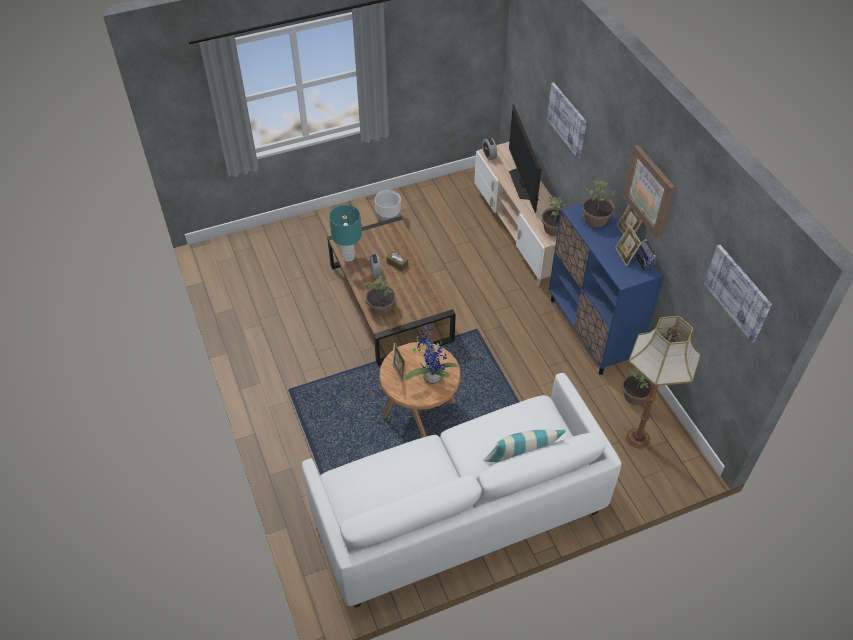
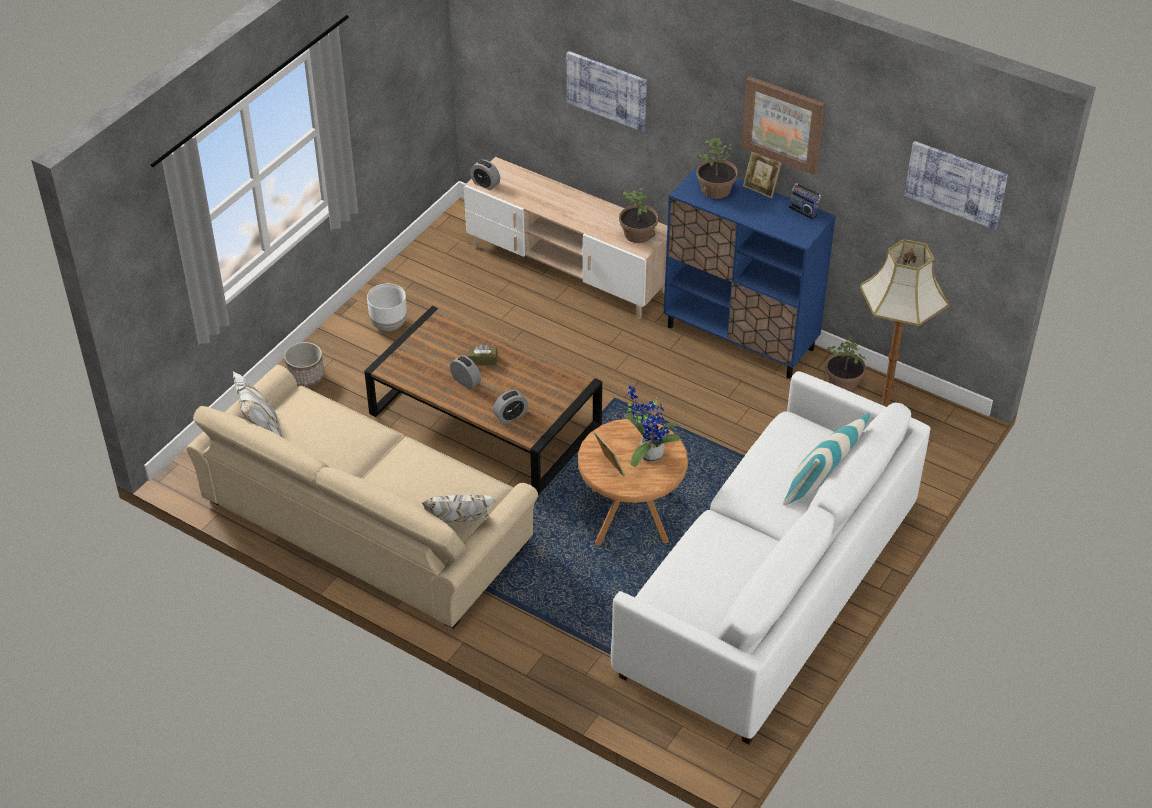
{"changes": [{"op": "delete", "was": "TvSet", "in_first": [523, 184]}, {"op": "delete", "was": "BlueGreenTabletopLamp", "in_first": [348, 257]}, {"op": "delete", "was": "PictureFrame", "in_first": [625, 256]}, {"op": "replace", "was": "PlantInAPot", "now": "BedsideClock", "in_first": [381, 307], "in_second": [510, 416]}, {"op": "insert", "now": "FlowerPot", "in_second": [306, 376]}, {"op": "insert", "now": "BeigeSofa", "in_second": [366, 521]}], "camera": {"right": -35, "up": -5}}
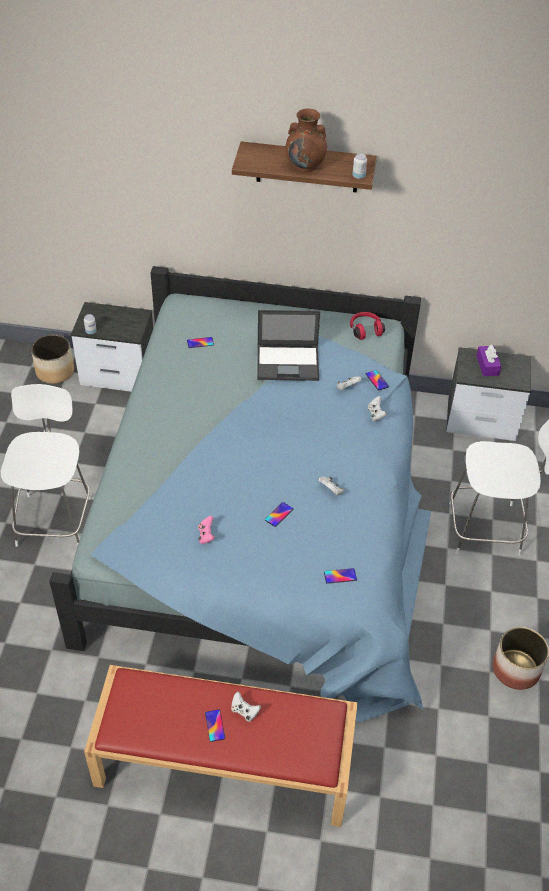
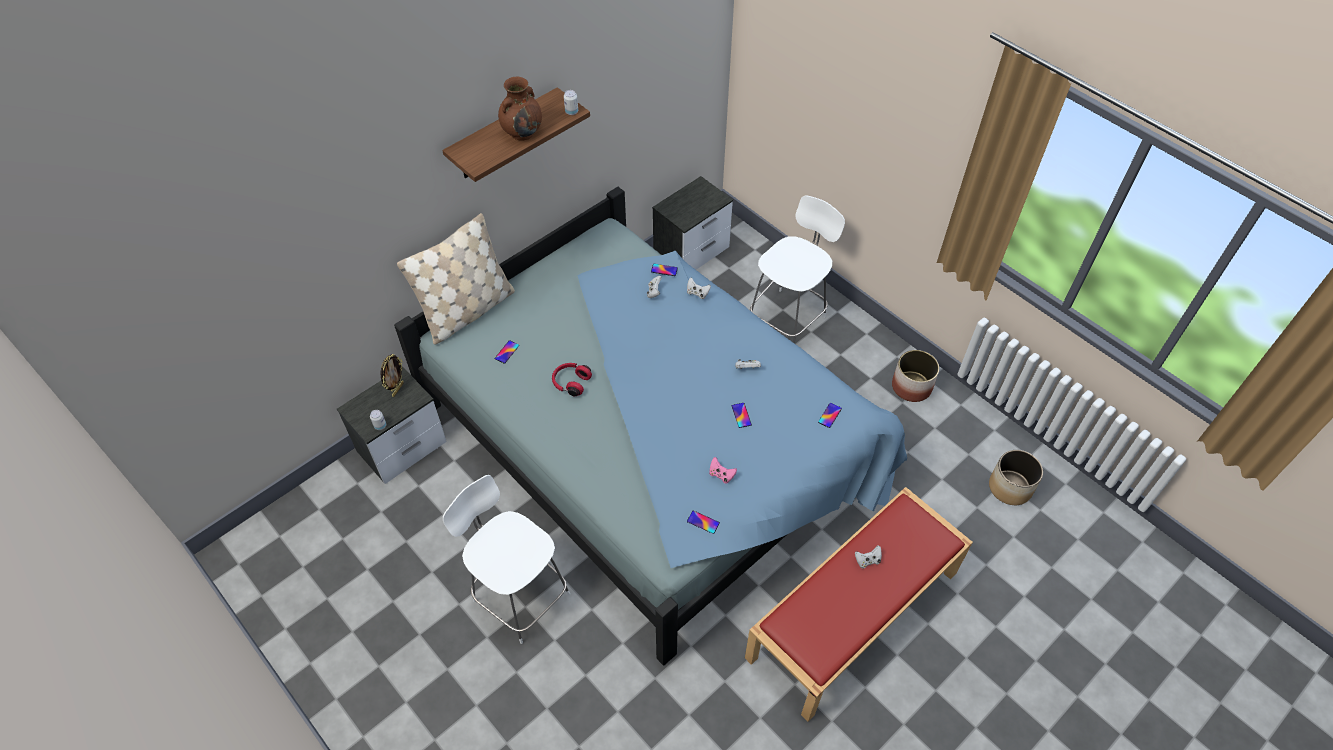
{"changes": [{"op": "delete", "was": "NotebookComputer", "in_first": [288, 363]}, {"op": "move", "was": "ReddishPairOfHeadphones", "in_first": [365, 330], "in_second": [571, 382]}, {"op": "move", "was": "FlowerPot", "in_first": [55, 372], "in_second": [1010, 487]}, {"op": "delete", "was": "PurpleColouredTissueHolder", "in_first": [487, 365]}, {"op": "move", "was": "Handset", "in_first": [215, 725], "in_second": [703, 522]}, {"op": "insert", "now": "BeigePillow", "in_second": [467, 311]}, {"op": "insert", "now": "PictureFrame", "in_second": [397, 389]}], "camera": {"right": -50, "up": 5}}
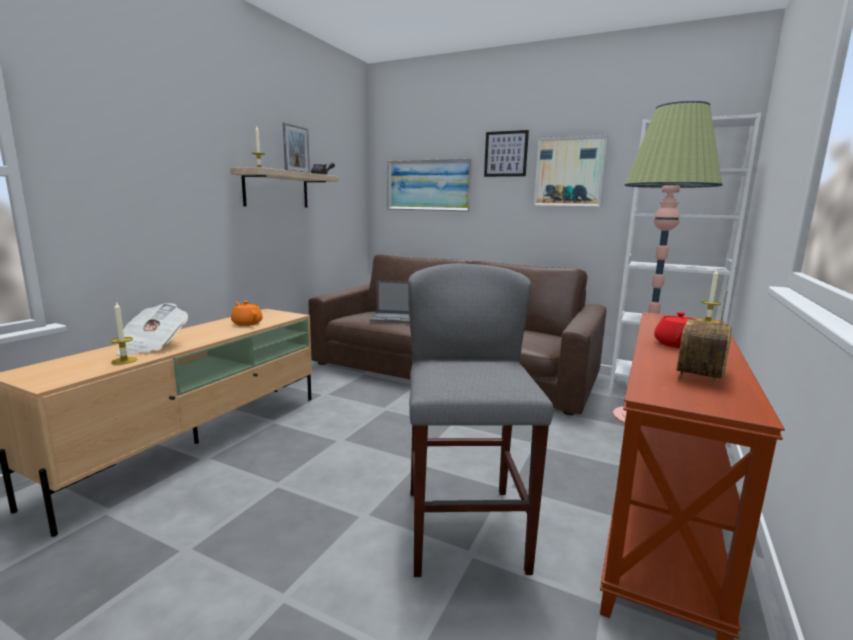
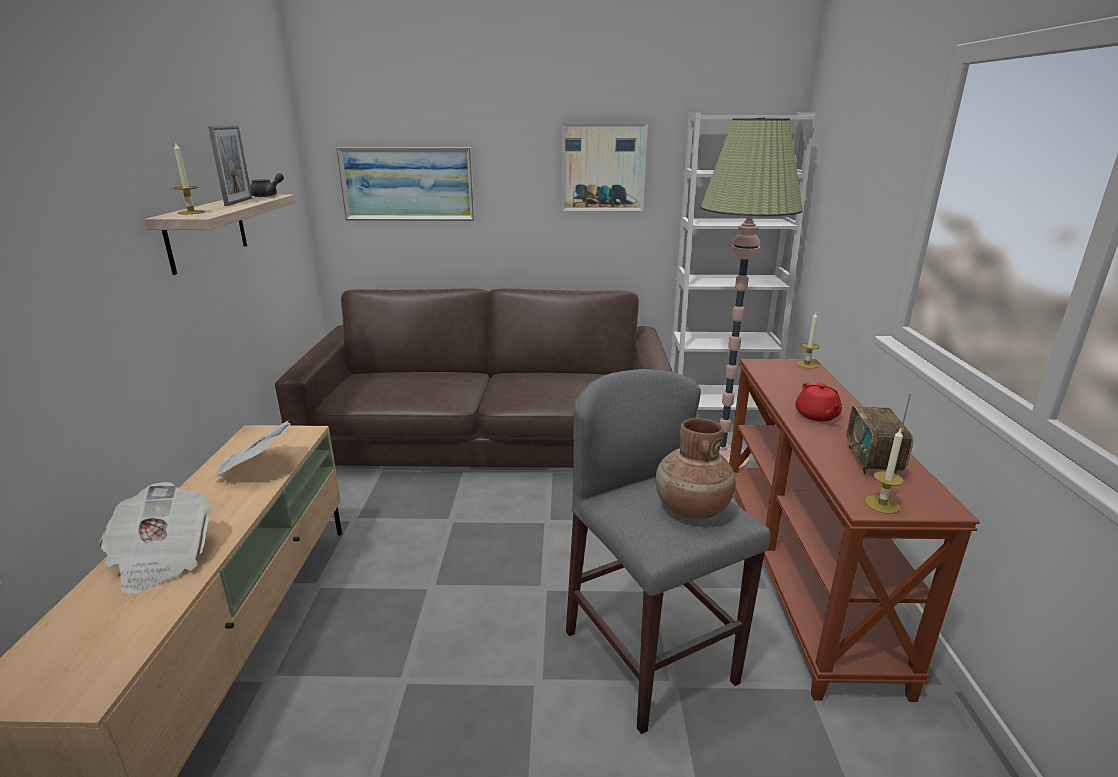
{"changes": [{"op": "delete", "was": "Picture", "in_first": [506, 154]}, {"op": "delete", "was": "NotebookComputer", "in_first": [396, 318]}, {"op": "move", "was": "Candle", "in_first": [124, 360], "in_second": [882, 504]}, {"op": "replace", "was": "OrangeyTeapot", "now": "Newspaper", "in_first": [247, 323], "in_second": [255, 467]}, {"op": "insert", "now": "BrownishDecorativeVase", "in_second": [691, 509]}], "camera": {"right": -25, "up": 10}}
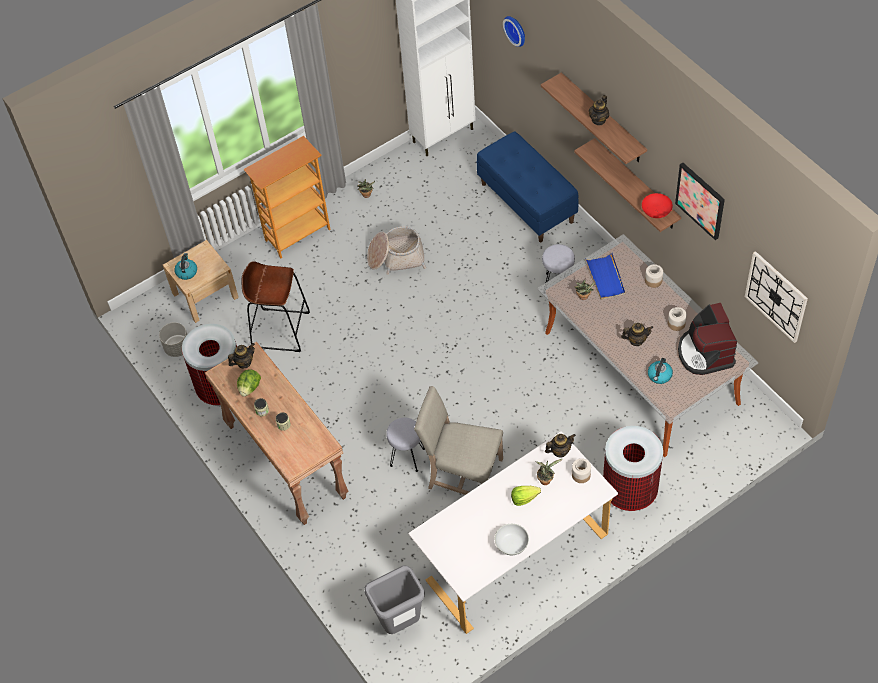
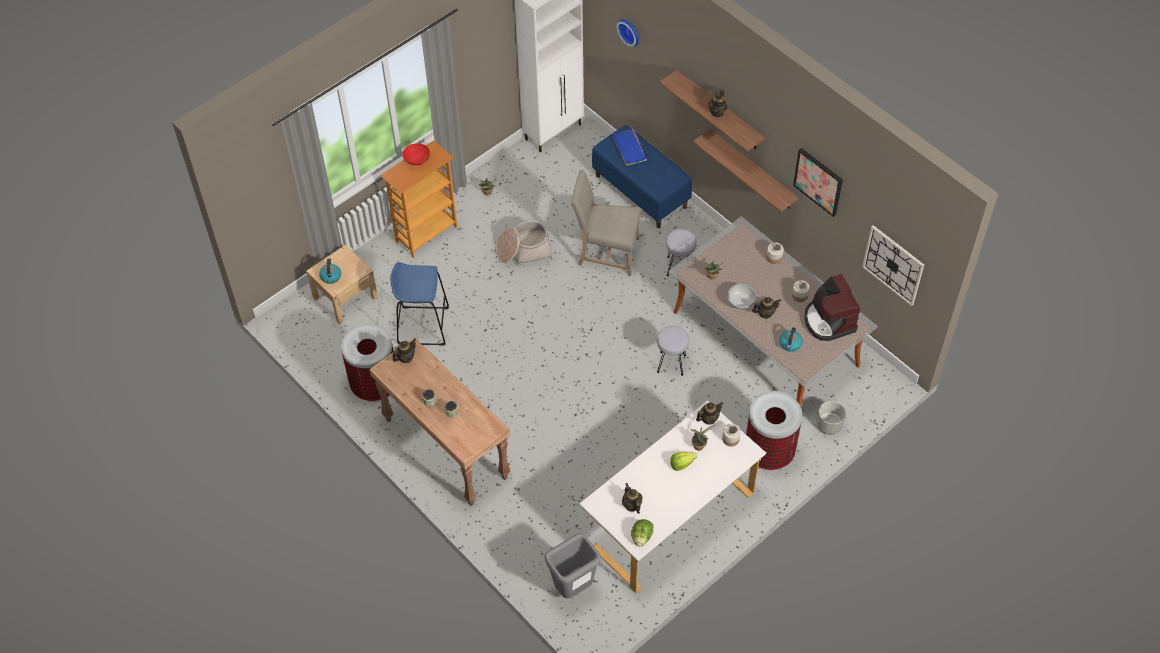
{"changes": [{"op": "move", "was": "ReddishDeepDish", "in_first": [656, 212], "in_second": [416, 160]}, {"op": "move", "was": "BlueCarryingTray", "in_first": [605, 278], "in_second": [629, 148]}, {"op": "recolor", "was": "BrownishSittingStool", "now": "BlueSittingStool", "in_first": [281, 329], "in_second": [423, 325]}, {"op": "move", "was": "GreyFlowerPot", "in_first": [177, 347], "in_second": [829, 425]}, {"op": "move", "was": "Lettuce", "in_first": [249, 388], "in_second": [641, 537]}, {"op": "move", "was": "BeigeUprightChair", "in_first": [462, 475], "in_second": [606, 252]}, {"op": "move", "was": "GreySittingStool", "in_first": [407, 457], "in_second": [670, 363]}, {"op": "move", "was": "WhiteColouredDeepDish", "in_first": [511, 545], "in_second": [740, 303]}, {"op": "insert", "now": "Teapot", "in_second": [631, 505]}], "camera": {"right": -10, "up": 0}}
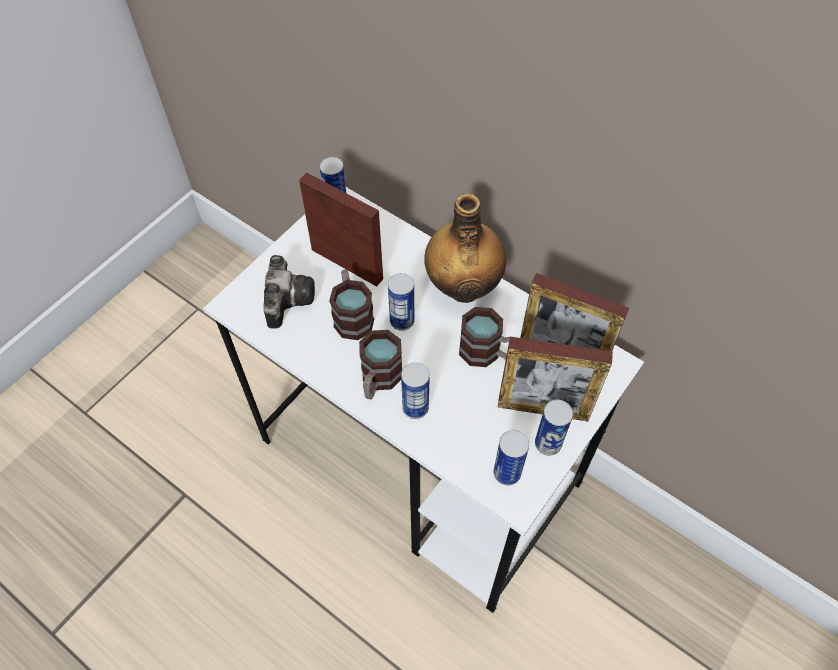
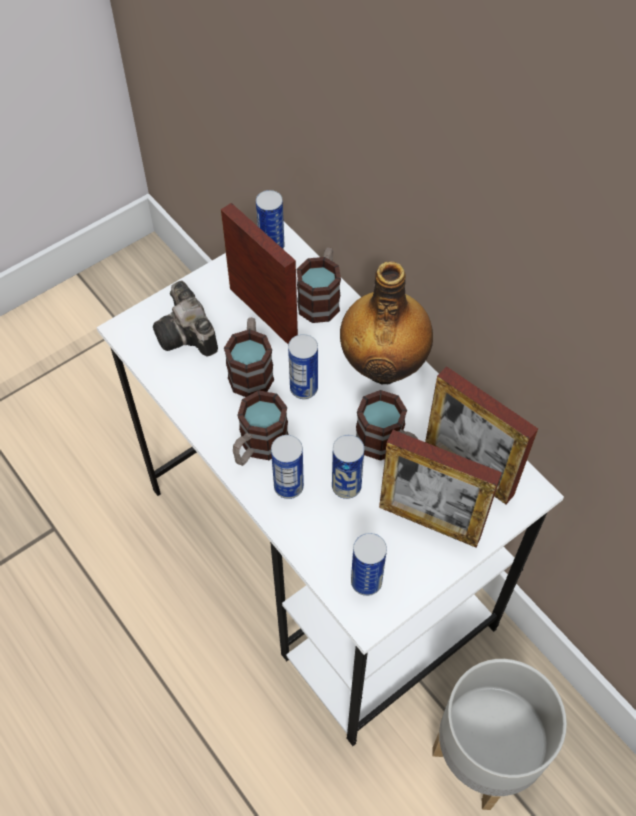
{"changes": [{"op": "rotate", "was": "PhotoCamera", "in_first": [287, 298], "in_second": [188, 336], "clockwise": 135}, {"op": "move", "was": "Can", "in_first": [548, 443], "in_second": [346, 486]}, {"op": "insert", "now": "CoffeeMug", "in_second": [321, 298]}, {"op": "insert", "now": "GreyFlowerPot", "in_second": [485, 755]}], "camera": {"right": 15, "up": 0}}
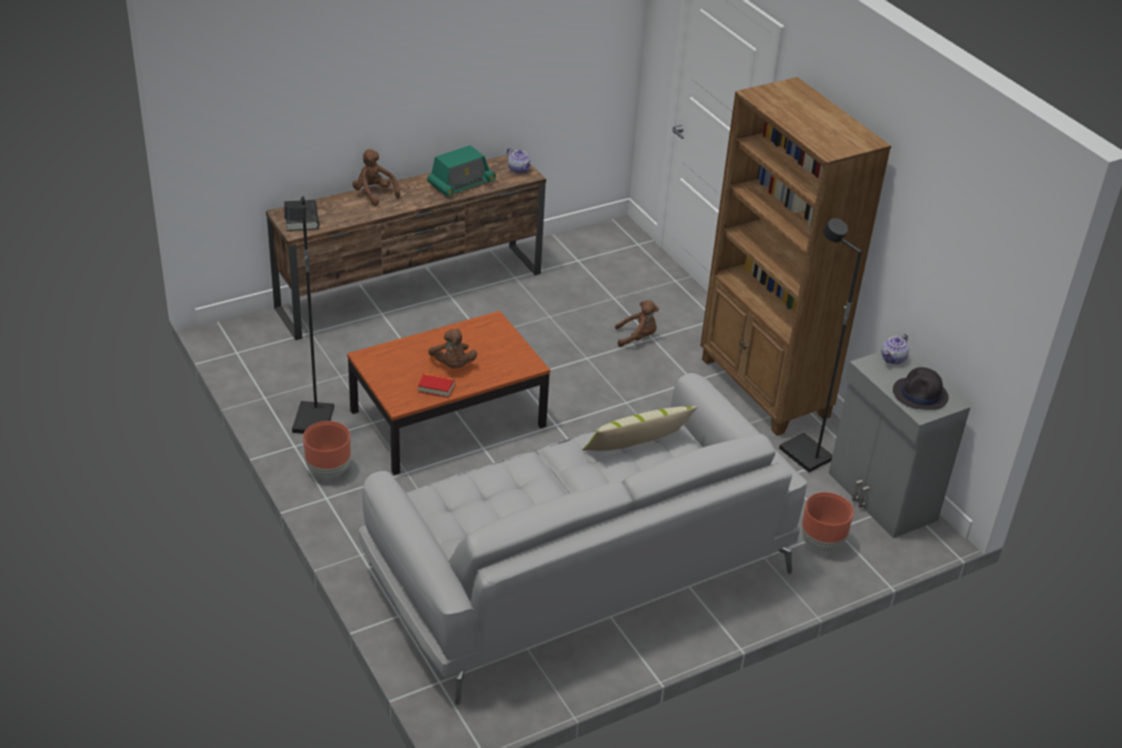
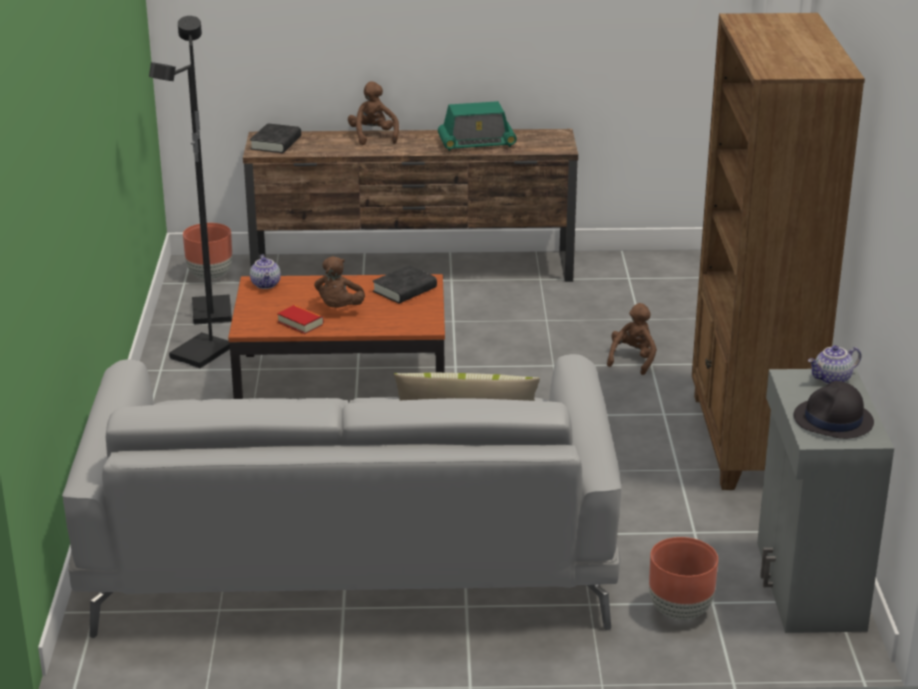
{"changes": [{"op": "move", "was": "Teapot", "in_first": [519, 169], "in_second": [266, 284]}, {"op": "move", "was": "BlackColouredFloorLamp", "in_first": [804, 455], "in_second": [210, 312]}, {"op": "rotate", "was": "BrownishSoftToy", "in_first": [637, 337], "in_second": [633, 360], "clockwise": -90}, {"op": "move", "was": "BrownishFlowerPot", "in_first": [328, 470], "in_second": [210, 275]}, {"op": "insert", "now": "BlackColouredBoundBook", "in_second": [404, 290]}], "camera": {"right": 30, "up": -10}}
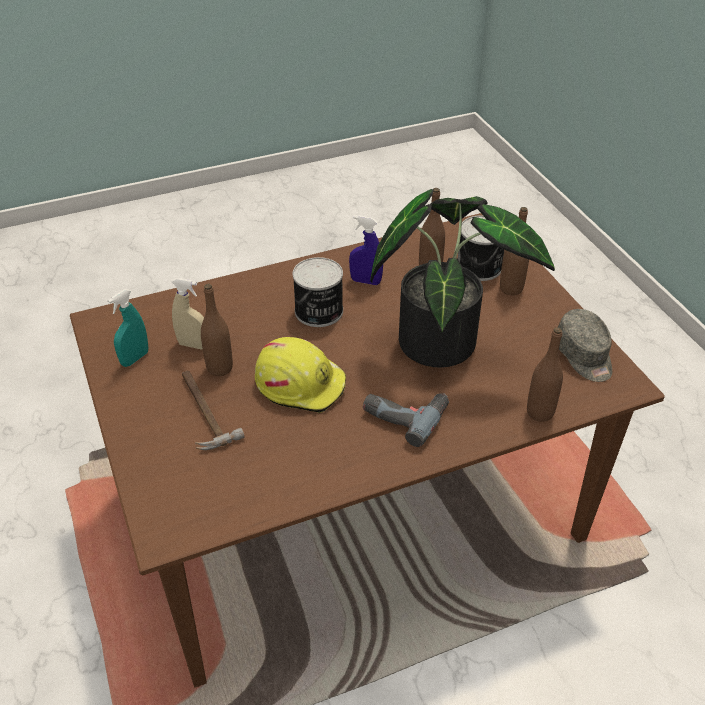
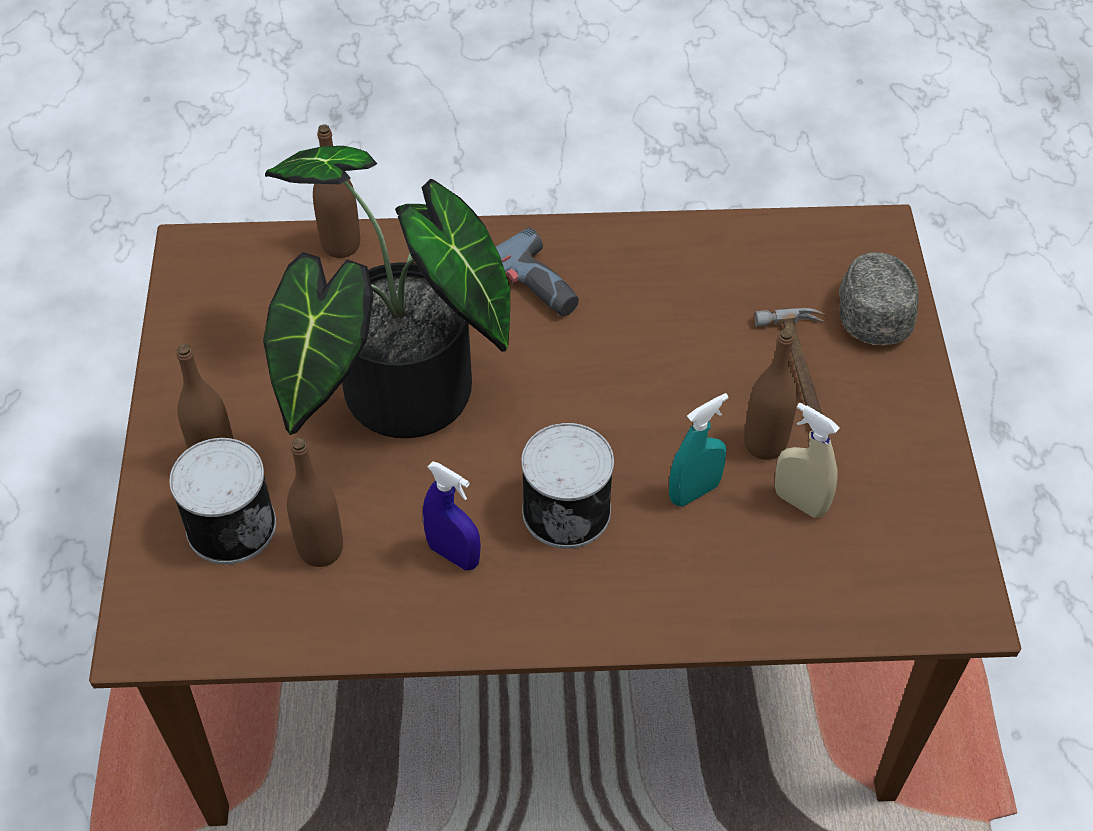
{"changes": [{"op": "move", "was": "BlueGreenSprayer", "in_first": [135, 358], "in_second": [694, 492]}, {"op": "move", "was": "GreyPeakedCap", "in_first": [584, 356], "in_second": [872, 307]}, {"op": "delete", "was": "YellowWorkHelmet", "in_first": [300, 383]}], "camera": {"right": -160, "up": 10}}
